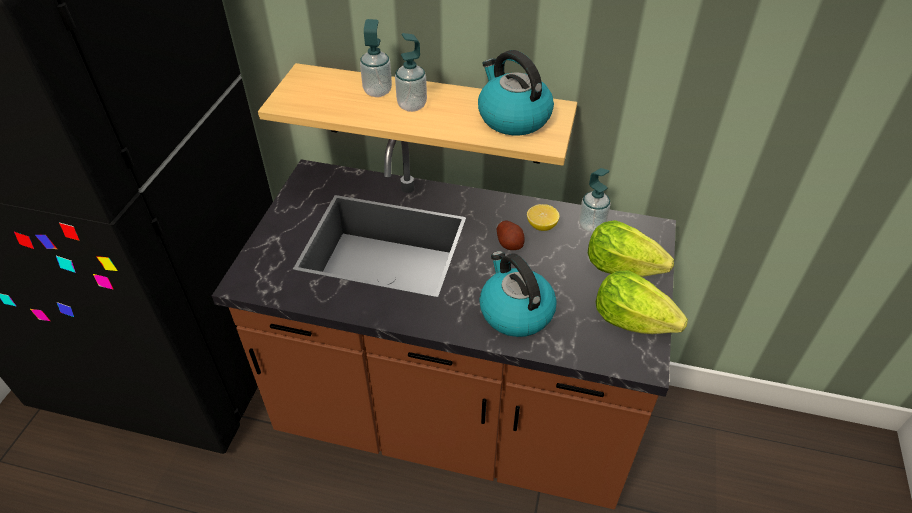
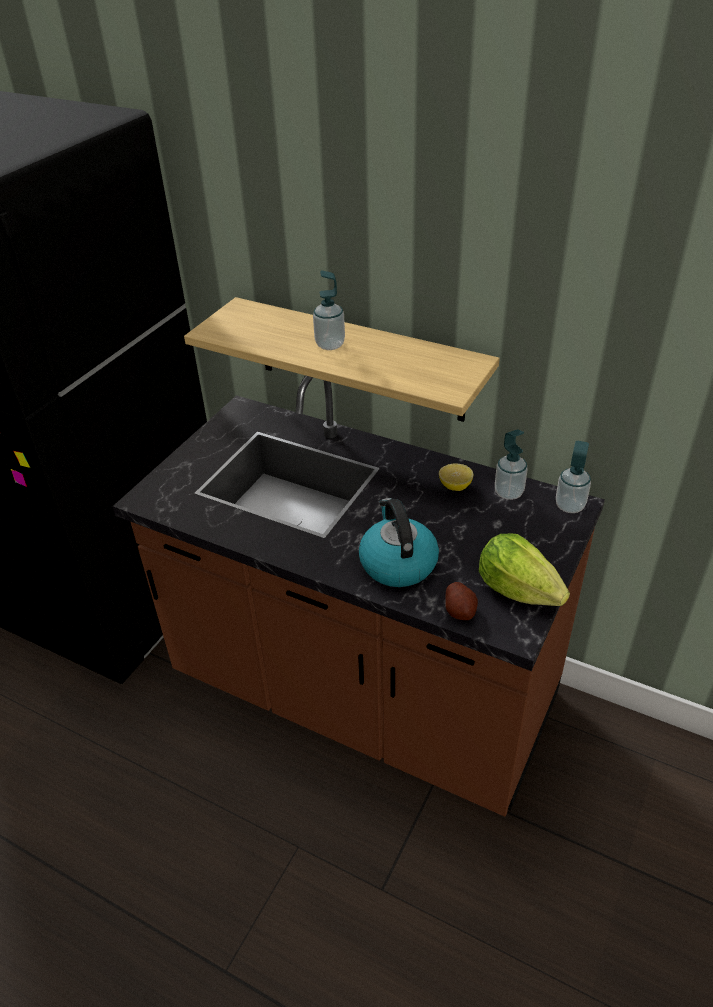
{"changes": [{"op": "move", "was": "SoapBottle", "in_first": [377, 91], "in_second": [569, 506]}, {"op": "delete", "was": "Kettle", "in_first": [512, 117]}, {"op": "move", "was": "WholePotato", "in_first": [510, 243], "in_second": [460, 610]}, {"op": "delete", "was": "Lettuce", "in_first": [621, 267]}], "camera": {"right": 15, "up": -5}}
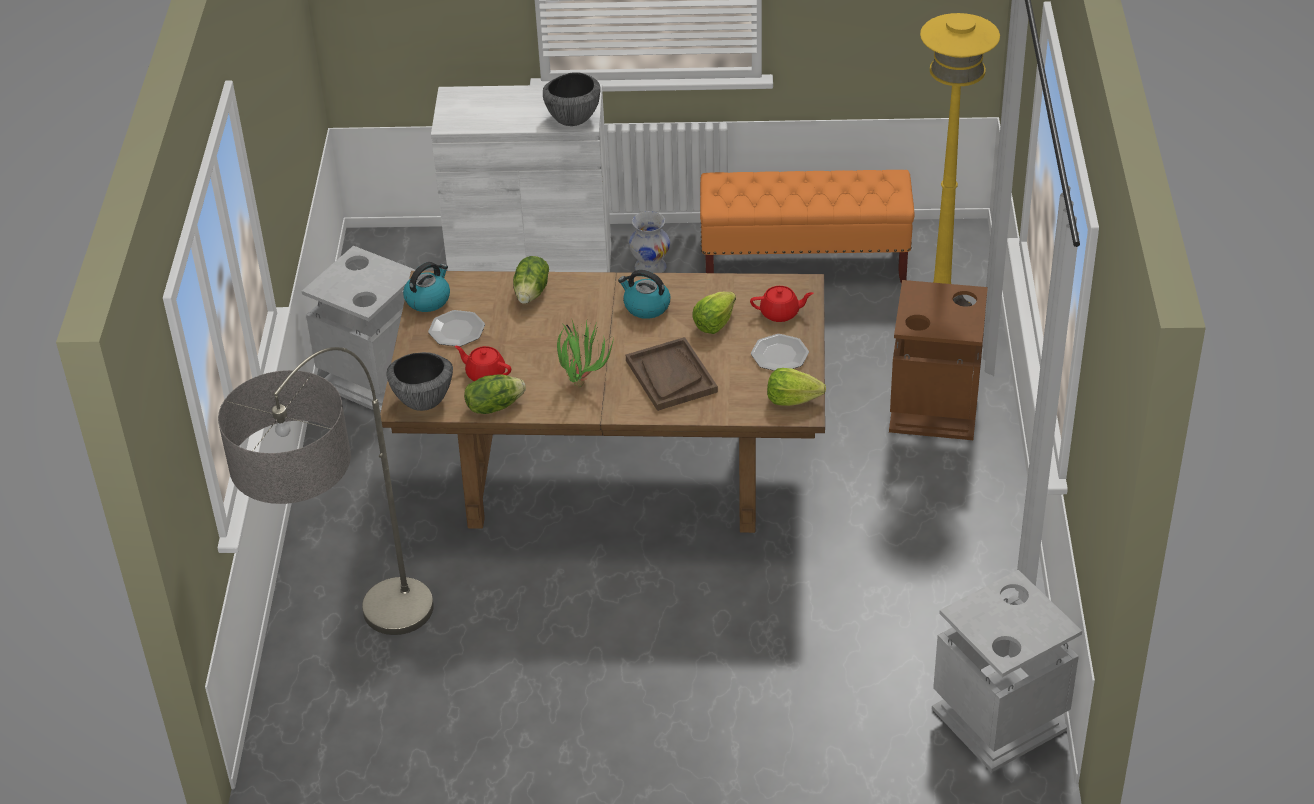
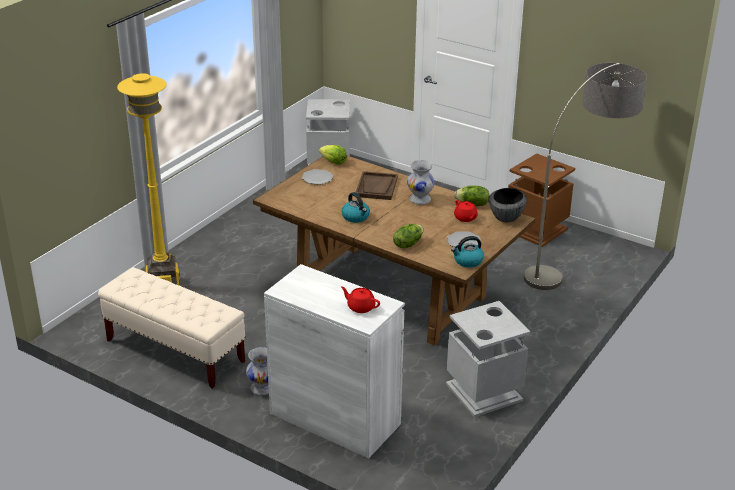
{"changes": [{"op": "delete", "was": "DeepDish", "in_first": [573, 118]}, {"op": "recolor", "was": "OrangeyIndoorBench", "now": "BeigeIndoorBench", "in_first": [805, 263], "in_second": [175, 351]}, {"op": "move", "was": "BrownishRubbishBin", "in_first": [933, 408], "in_second": [537, 230]}, {"op": "move", "was": "ReddishTeapot", "in_first": [780, 313], "in_second": [360, 307]}, {"op": "delete", "was": "Lettuce", "in_first": [714, 323]}, {"op": "replace", "was": "PlantInAPot", "now": "WhiteColouredDecorativeVase", "in_first": [583, 380], "in_second": [419, 199]}], "camera": {"right": -150, "up": -10}}
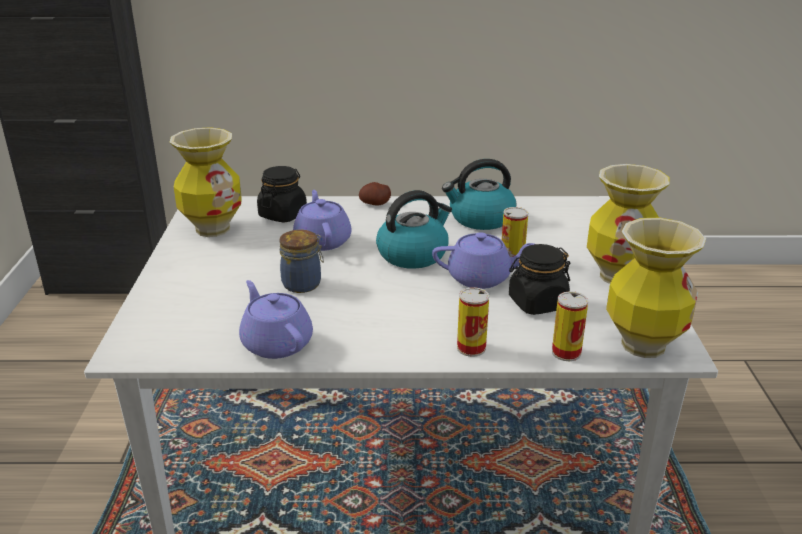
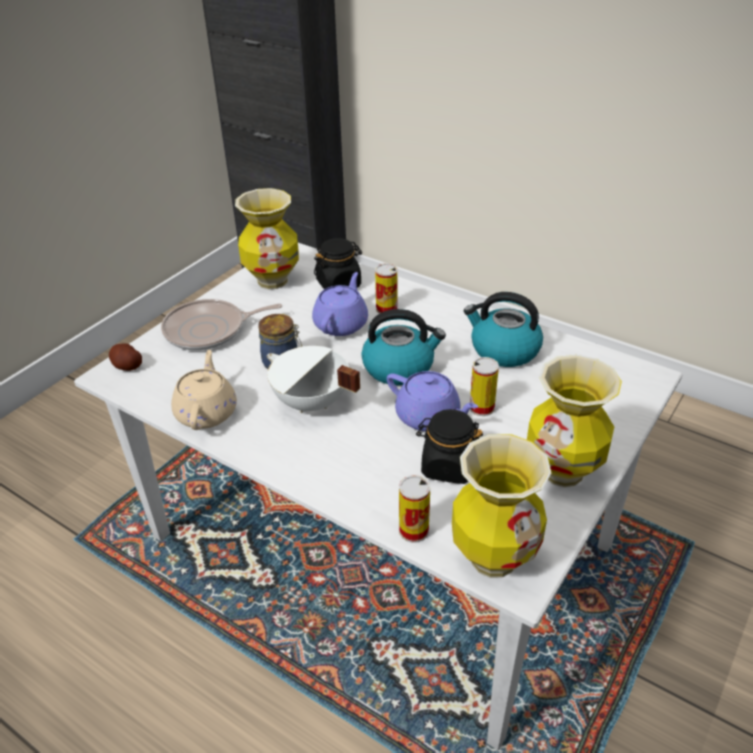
{"changes": [{"op": "move", "was": "WholePotato", "in_first": [375, 204], "in_second": [127, 366]}, {"op": "recolor", "was": "PurpleColouredTeapot", "now": "BeigeTeapot", "in_first": [276, 343], "in_second": [207, 412]}, {"op": "move", "was": "Can", "in_first": [471, 348], "in_second": [386, 309]}, {"op": "insert", "now": "Skillet", "in_second": [209, 330]}, {"op": "insert", "now": "WhiteColouredCookingPot", "in_second": [311, 403]}], "camera": {"right": 35, "up": 10}}
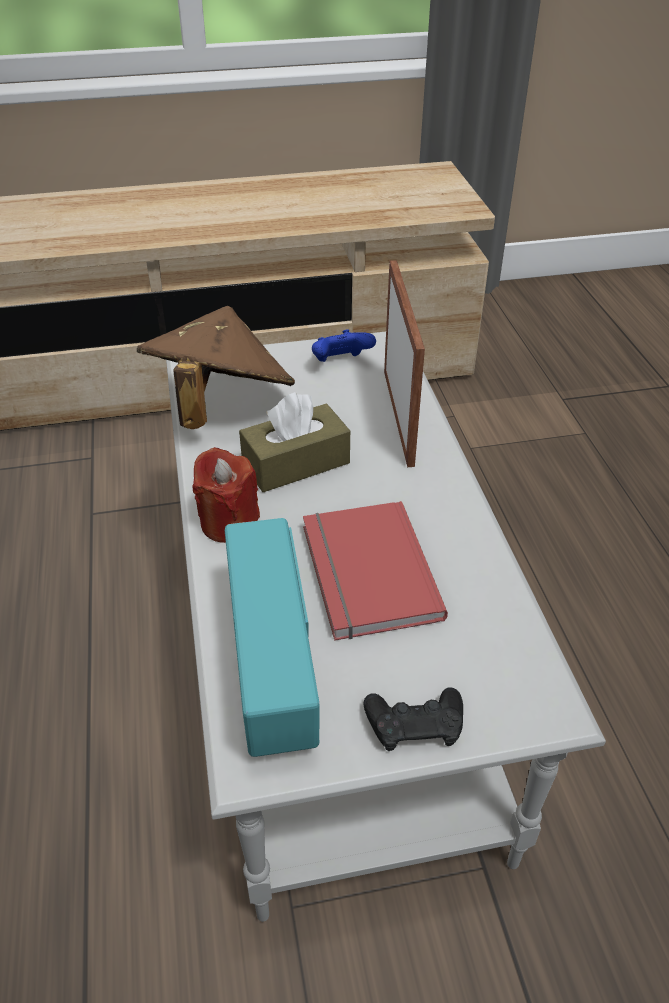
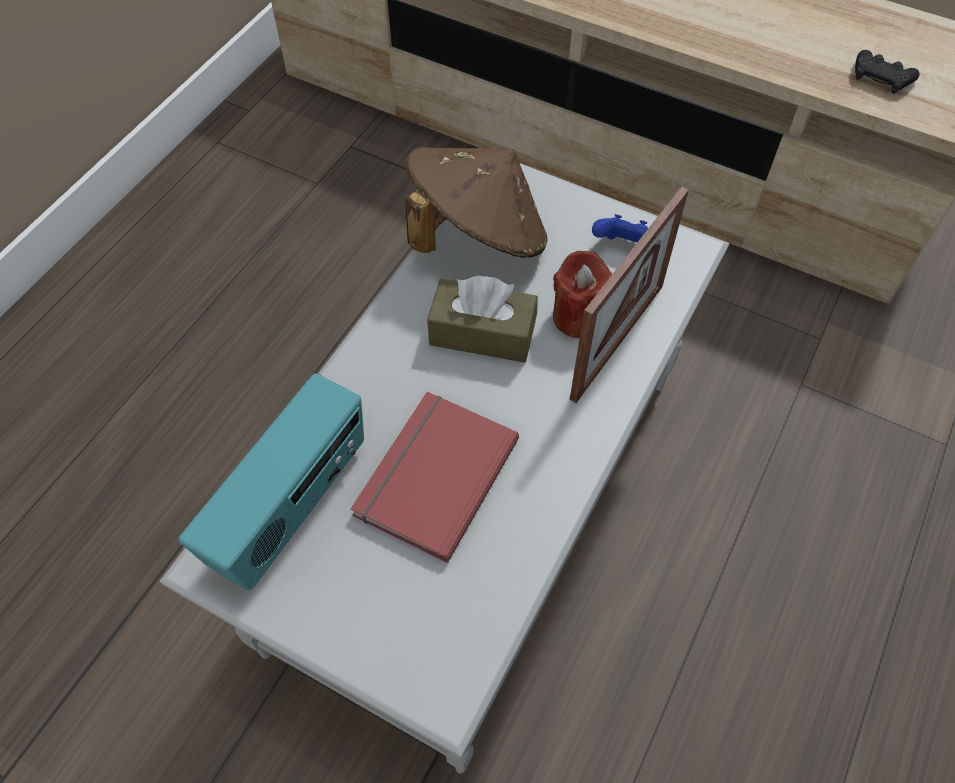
{"changes": [{"op": "move", "was": "ReddishCandle", "in_first": [229, 522], "in_second": [579, 317]}, {"op": "move", "was": "BlackColouredGamepad", "in_first": [415, 724], "in_second": [881, 78]}], "camera": {"right": 40, "up": 15}}
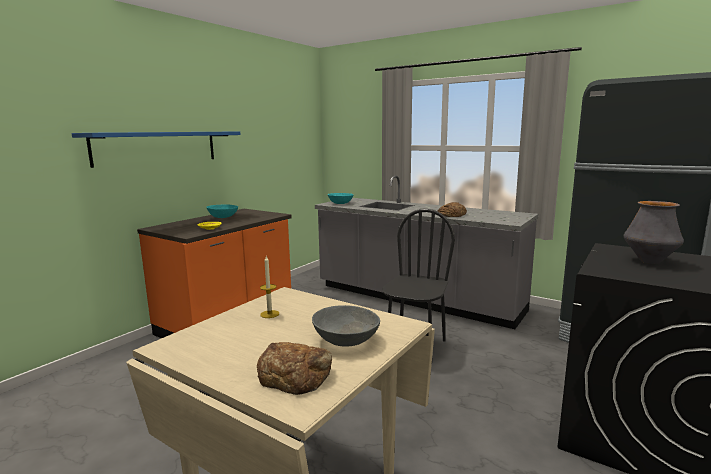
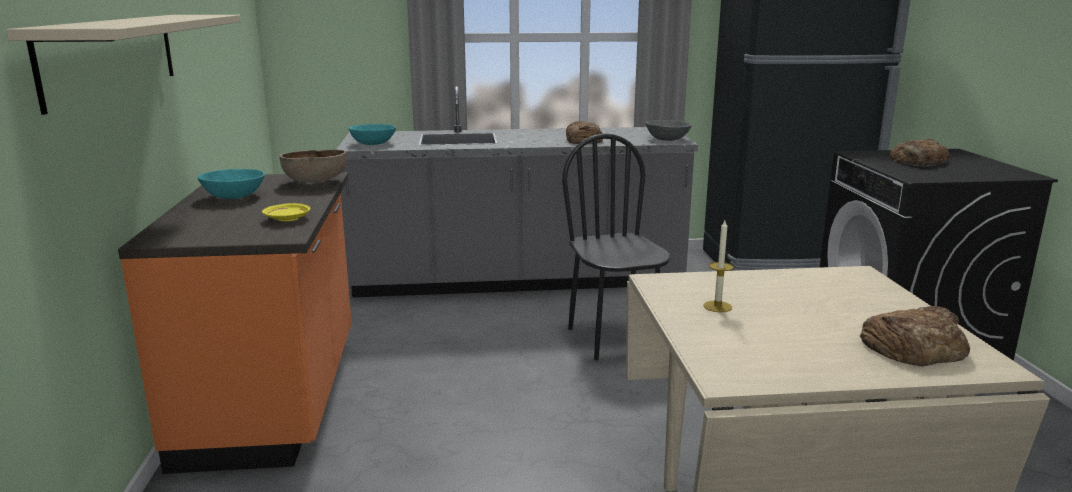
{"changes": [{"op": "recolor", "was": "BlueBracketShelf", "now": "BeigeBracketShelf", "in_first": [157, 147], "in_second": [112, 56]}, {"op": "replace", "was": "DecorativeVase", "now": "Bread", "in_first": [649, 261], "in_second": [918, 161]}, {"op": "move", "was": "GreyDeepDish", "in_first": [345, 340], "in_second": [667, 139]}, {"op": "insert", "now": "BrownishDeepDish", "in_second": [315, 182]}], "camera": {"right": -40, "up": 5}}
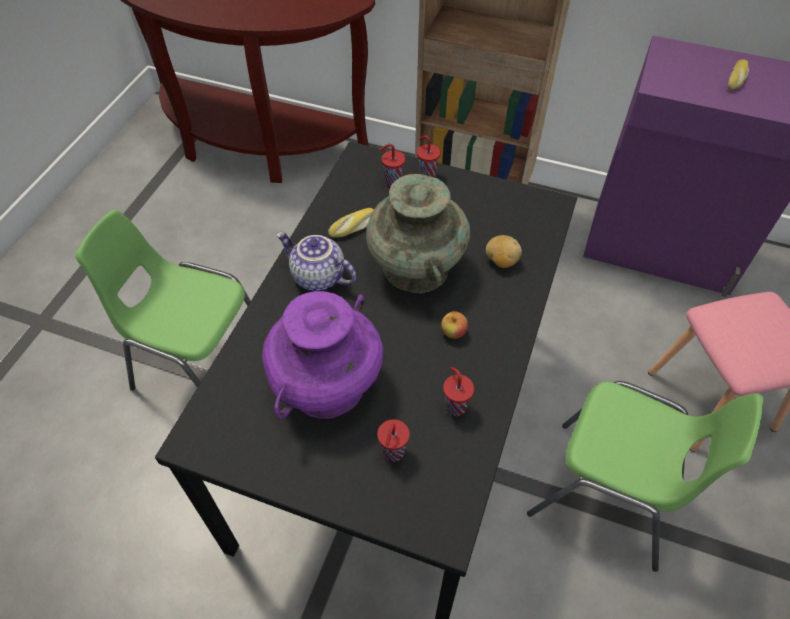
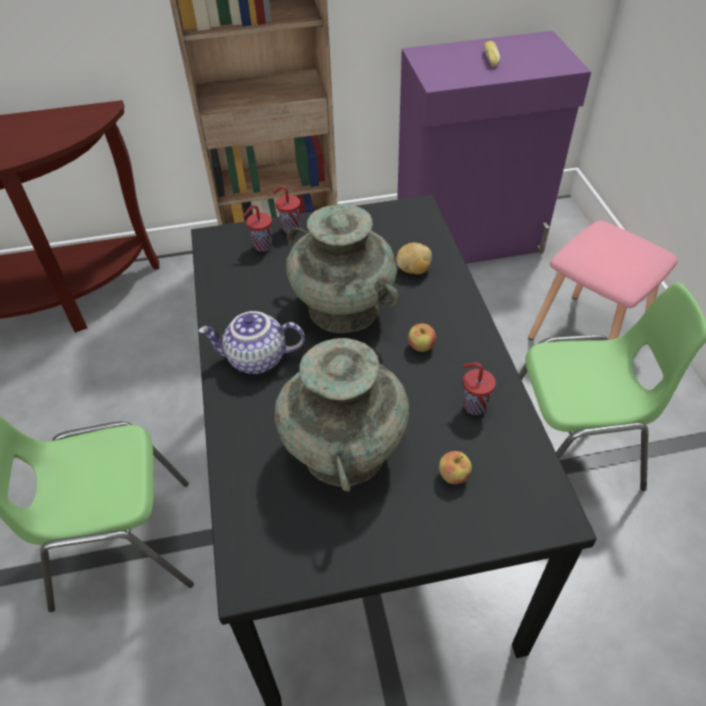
{"changes": [{"op": "delete", "was": "Bread", "in_first": [354, 227]}, {"op": "recolor", "was": "PurpleColouredDecorativeVase", "now": "BlueGreenDecorativeVase", "in_first": [327, 386], "in_second": [344, 450]}, {"op": "replace", "was": "ReddishSmallCup", "now": "AppleFruit", "in_first": [392, 453], "in_second": [453, 476]}], "camera": {"right": -30, "up": -5}}
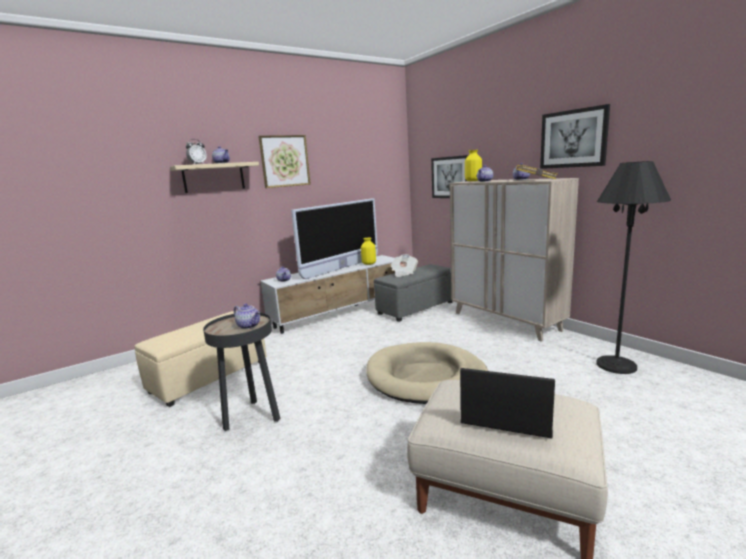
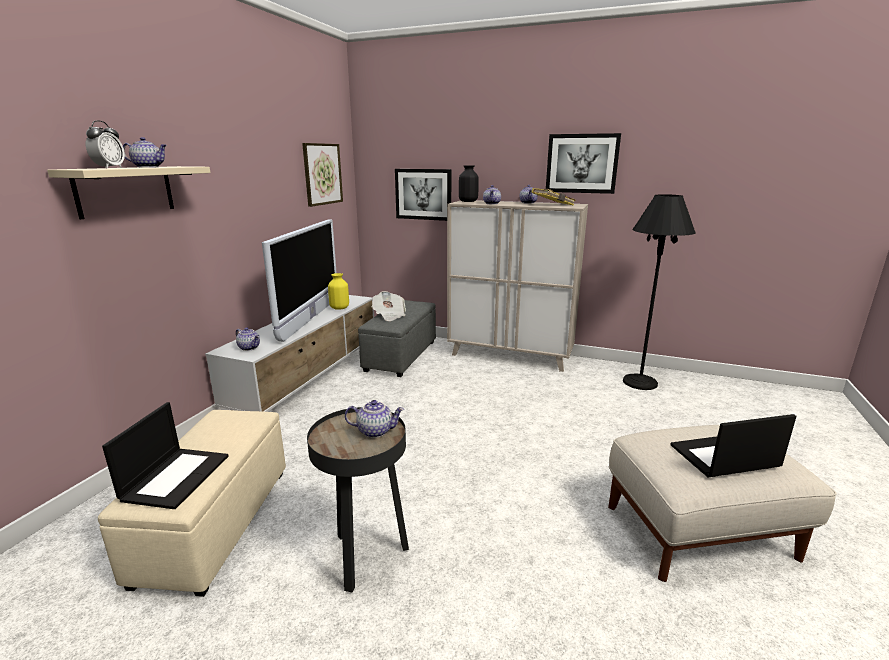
{"changes": [{"op": "move", "was": "Picture", "in_first": [285, 161], "in_second": [322, 174]}, {"op": "recolor", "was": "YellowDecorativeVase", "now": "BlackColouredDecorativeVase", "in_first": [473, 181], "in_second": [468, 201]}, {"op": "delete", "was": "BeigeDogCushion", "in_first": [426, 377]}, {"op": "insert", "now": "NotebookComputer", "in_second": [176, 476]}], "camera": {"right": -35, "up": 5}}
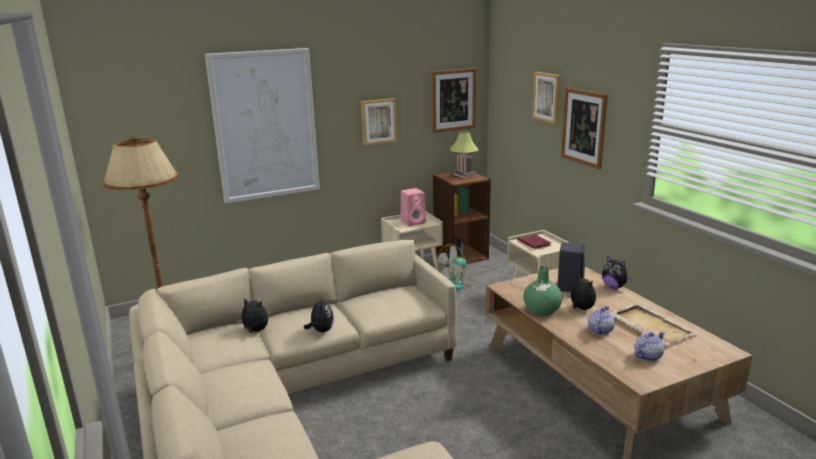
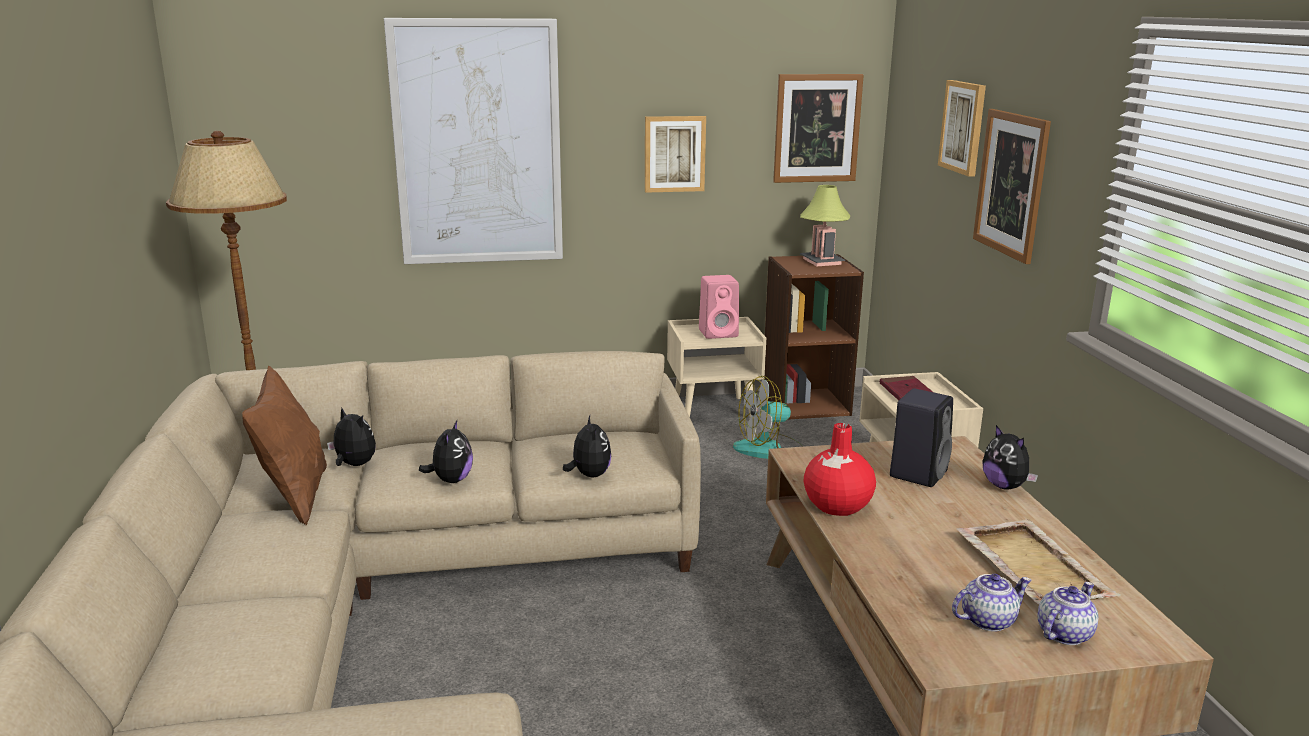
{"changes": [{"op": "recolor", "was": "GreenishDecorativeVase", "now": "ReddishDecorativeVase", "in_first": [541, 310], "in_second": [836, 506]}, {"op": "move", "was": "SoftToy", "in_first": [580, 308], "in_second": [589, 475]}, {"op": "move", "was": "Teapot", "in_first": [600, 330], "in_second": [1063, 633]}, {"op": "insert", "now": "BrownishPillow", "in_second": [294, 497]}], "camera": {"right": 15, "up": 0}}
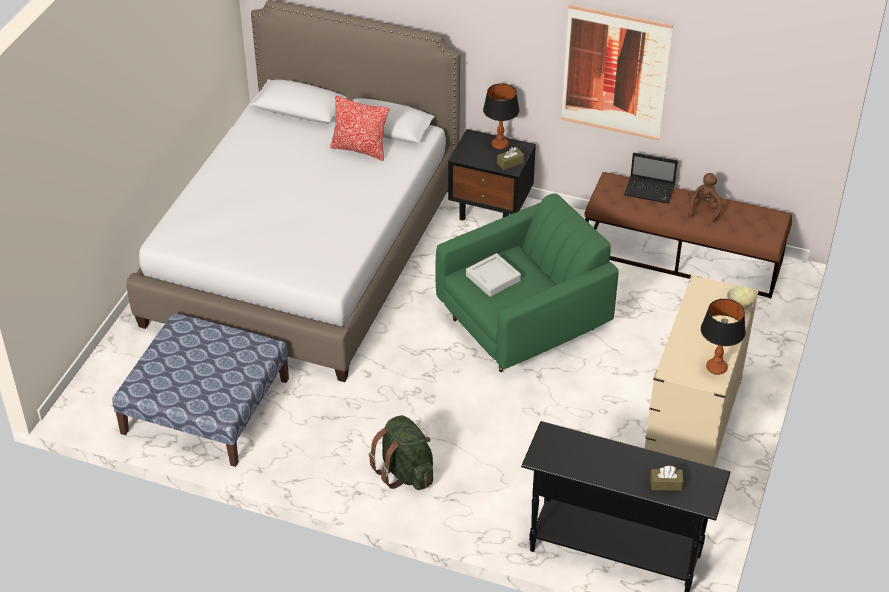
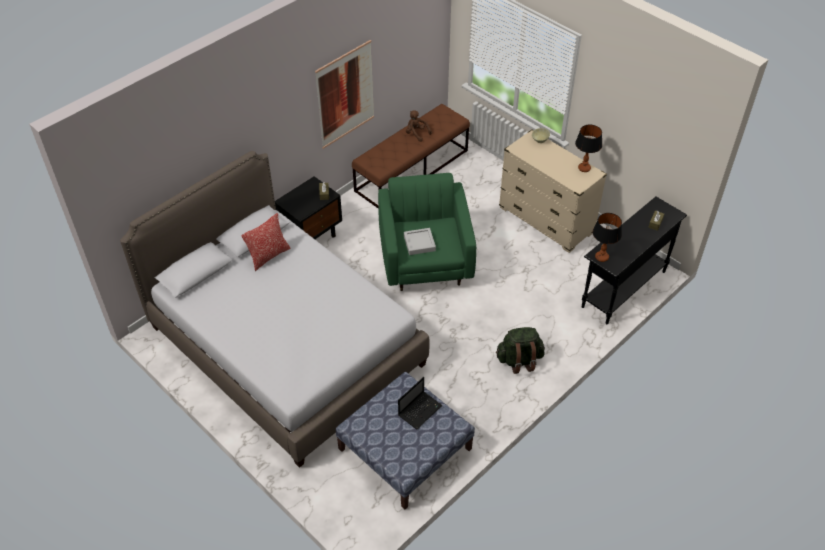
{"changes": [{"op": "move", "was": "TabletopLamp", "in_first": [500, 145], "in_second": [602, 257]}, {"op": "move", "was": "NotebookComputer", "in_first": [650, 191], "in_second": [420, 410]}], "camera": {"right": -65, "up": 5}}
